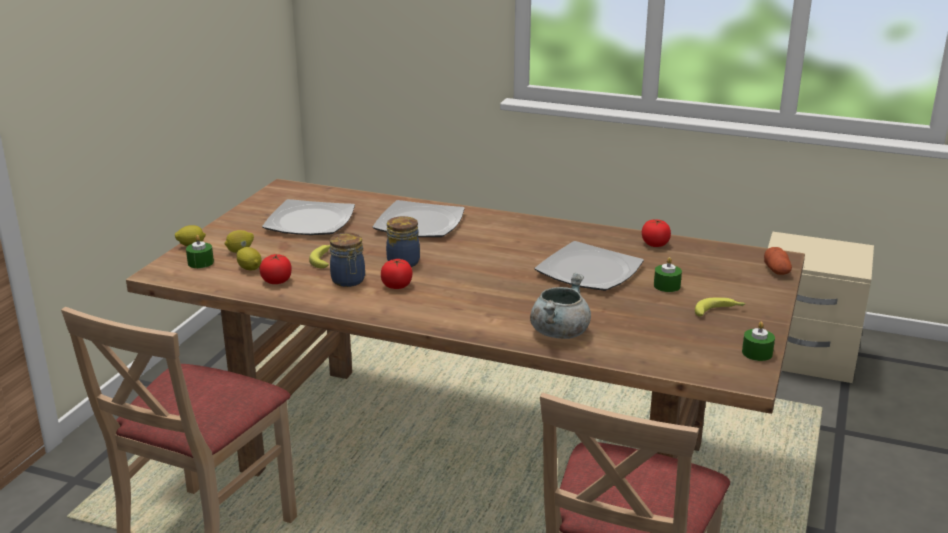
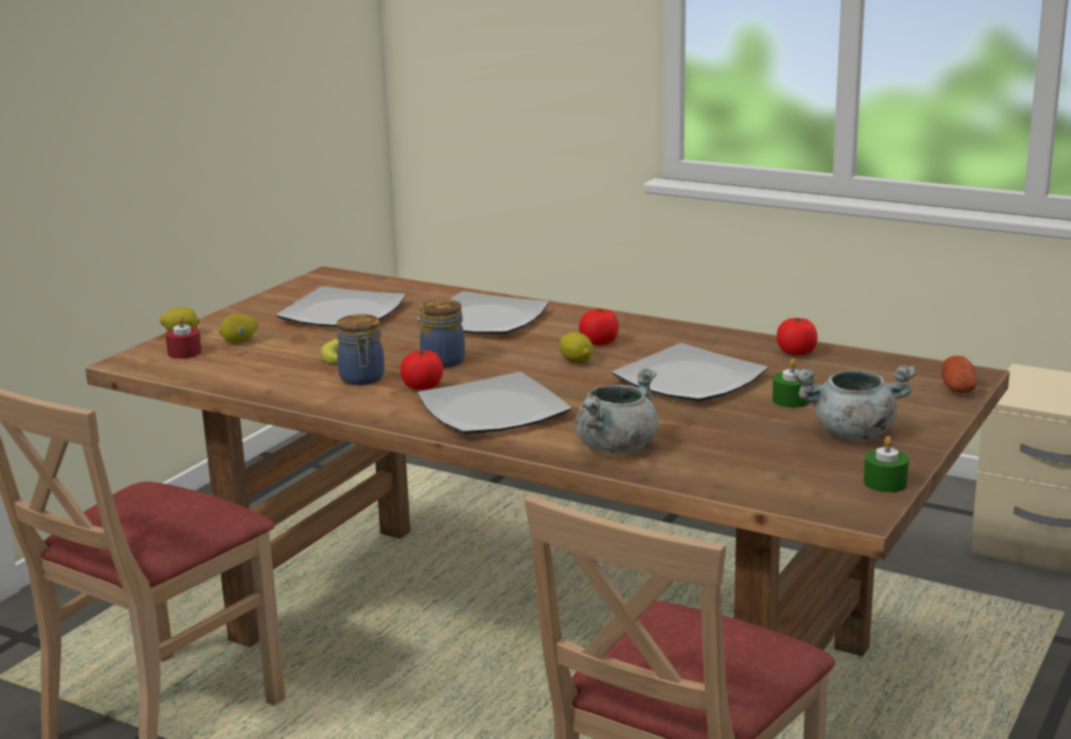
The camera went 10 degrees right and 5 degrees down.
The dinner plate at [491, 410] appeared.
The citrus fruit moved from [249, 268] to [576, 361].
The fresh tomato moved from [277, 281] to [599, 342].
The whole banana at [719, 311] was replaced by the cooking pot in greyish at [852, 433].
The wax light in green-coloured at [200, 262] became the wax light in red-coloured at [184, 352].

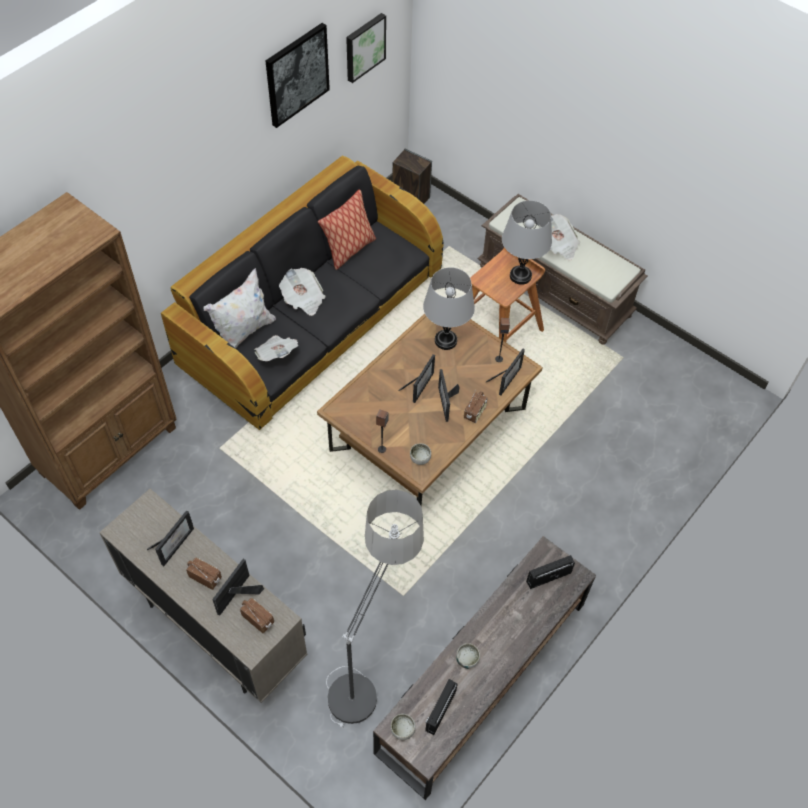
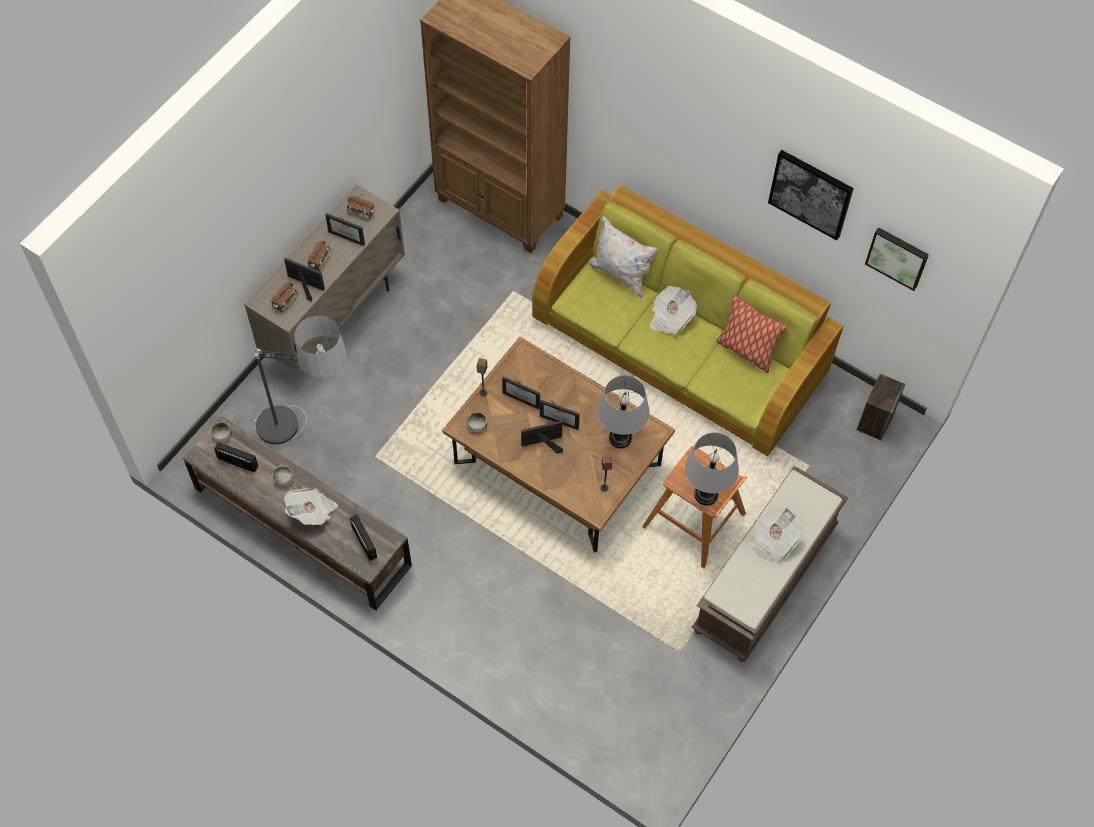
The camera went 85 degrees right and 5 degrees up.
The daily paper moved from [277, 354] to [312, 512].
The radio moved from [475, 412] to [361, 213].
The standing frame moved from [506, 378] to [523, 397].
The sofa in black at [312, 317] became the sofa in green-coloured at [681, 345].

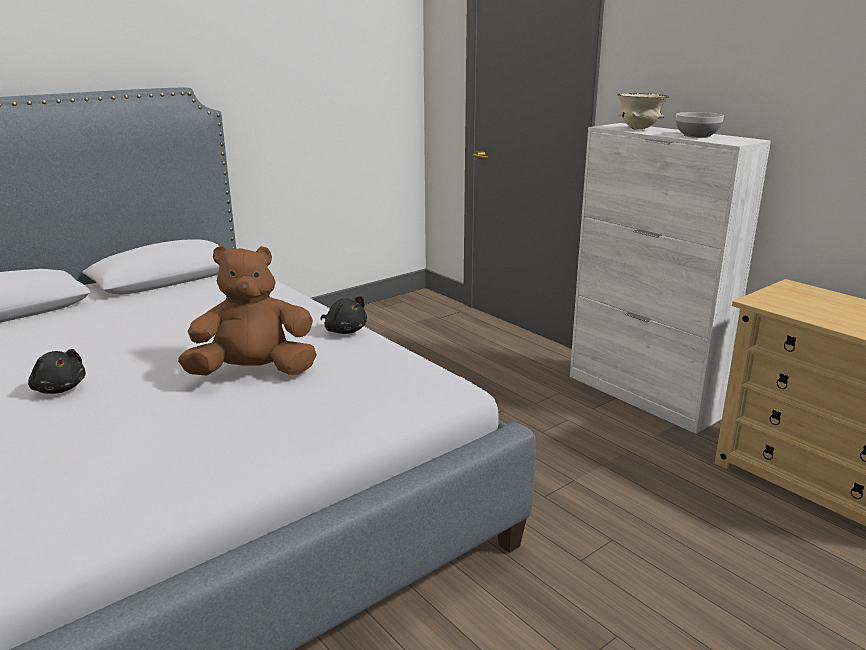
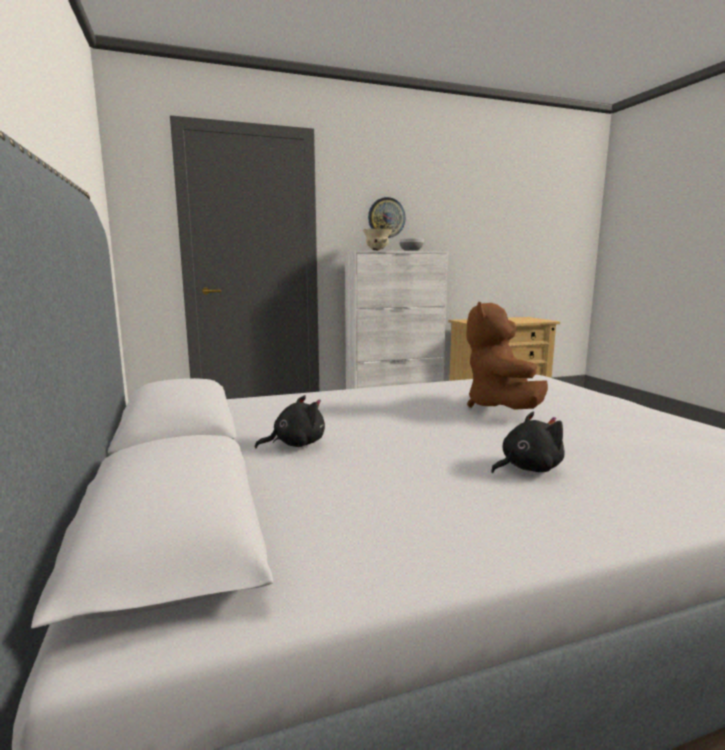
The camera went 70 degrees left and 10 degrees down.
The wall clock at [386, 218] appeared.
The cuddly toy in black moved from [344, 331] to [295, 444].

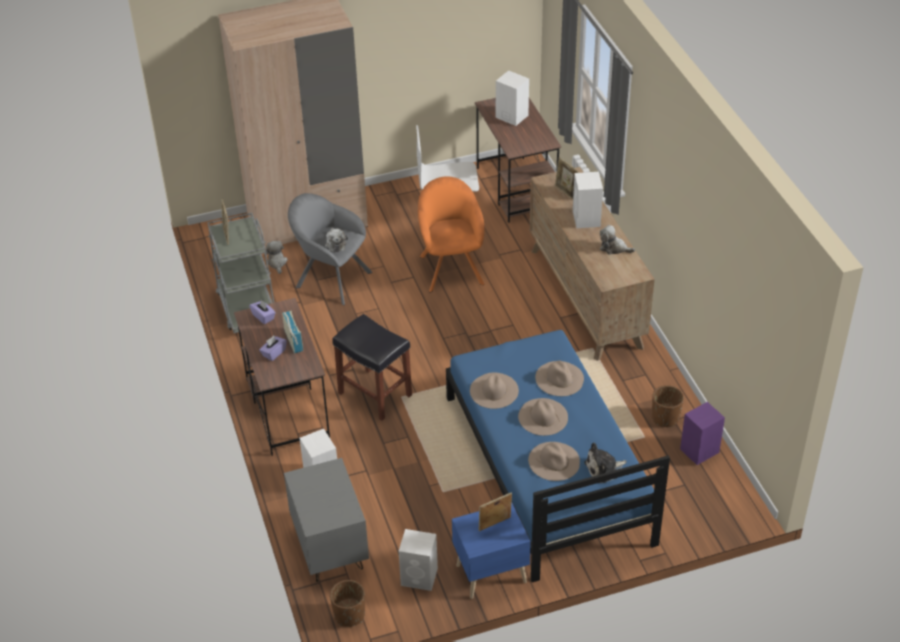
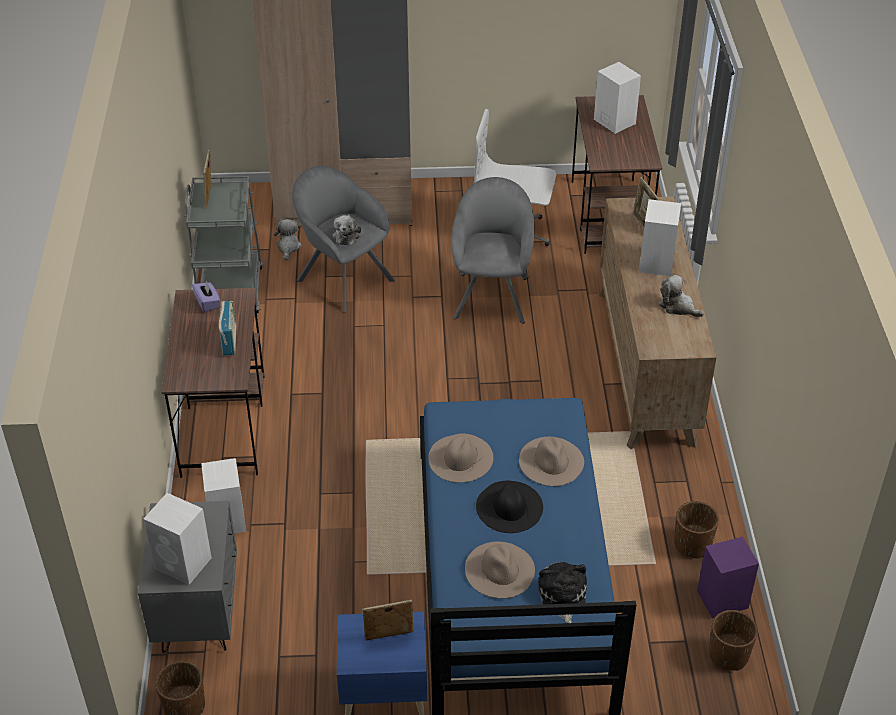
The camera went 15 degrees right and 0 degrees up.
The tissue box in purple at [273, 353] disappeared.
The stool seat in black at [376, 394] disappeared.
The planter in brown-coloured at [729, 655] appeared.
The speaker in white moved from [420, 577] to [184, 563].
The lounge chair in orange at [451, 267] became the lounge chair in greyish at [492, 293].
The hat in beige at [543, 416] became the hat in black at [509, 506].
The cuddly toy at [604, 469] turned 90 degrees clockwise.

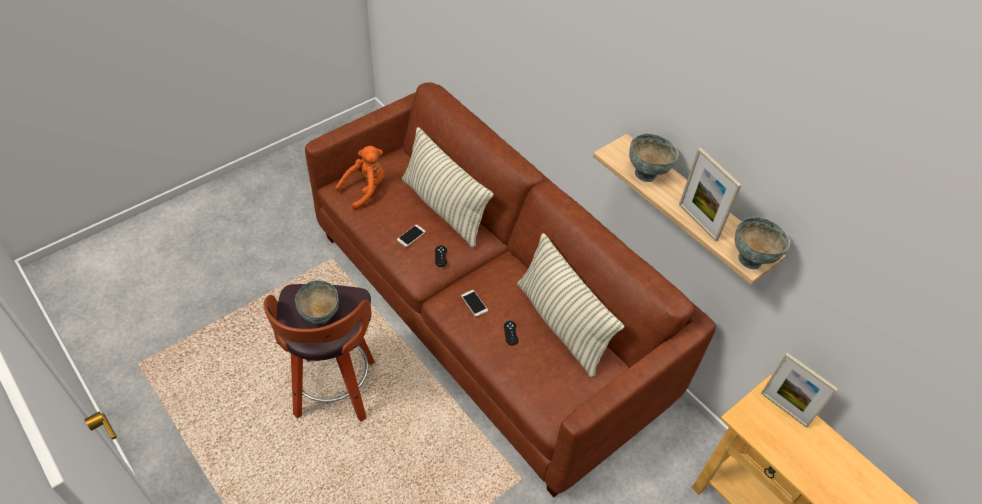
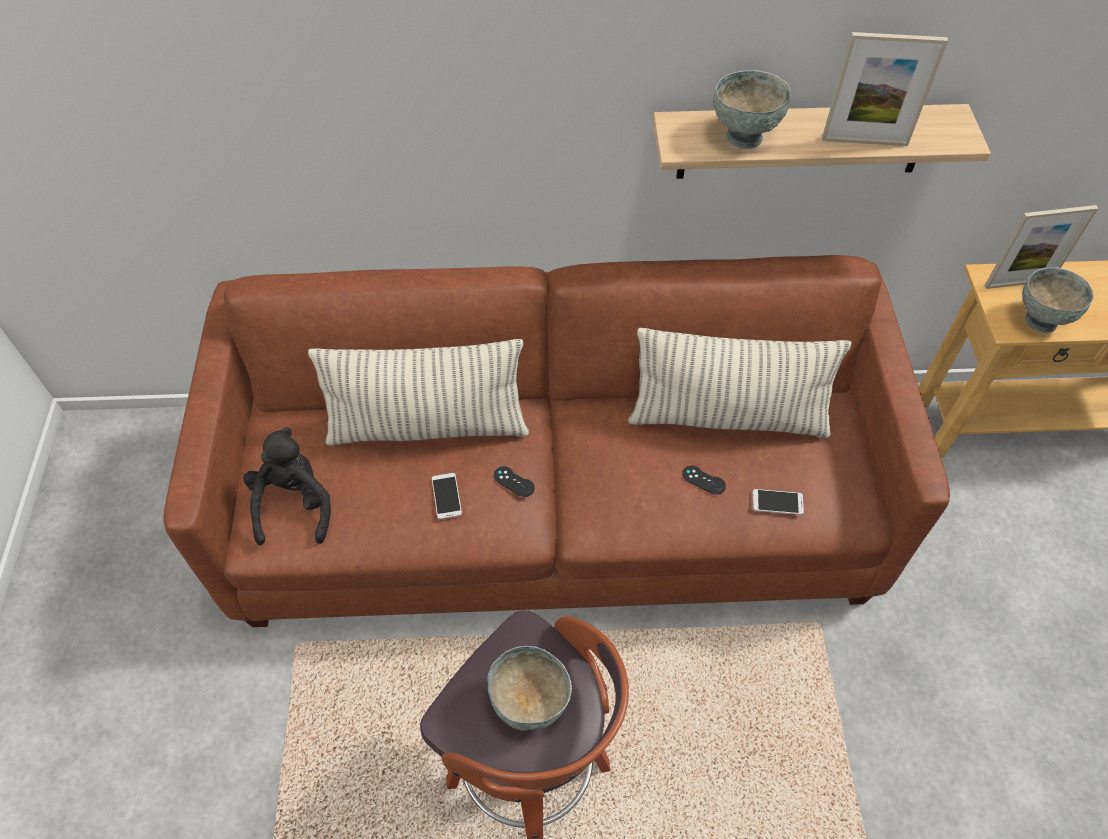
The camera went 50 degrees left and 5 degrees up.
The phone moved from [474, 303] to [777, 502].
The bowl in greyish moved from [751, 259] to [1040, 319].
The cuddly toy in orange at [365, 189] became the cuddly toy in black at [294, 505].

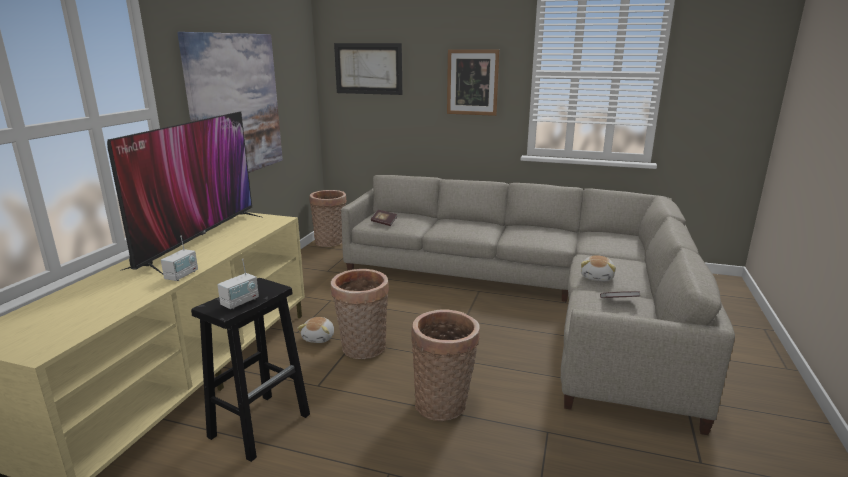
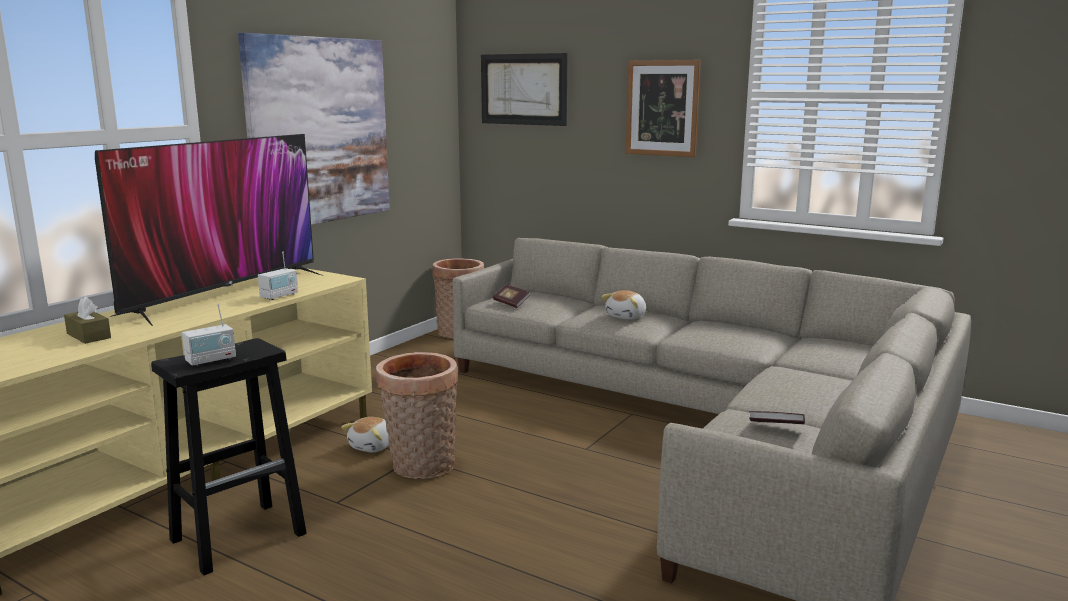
The camera went 15 degrees right and 5 degrees down.
The storage basket at [444, 404] disappeared.
The tissue box in brown-coloured at [88, 336] appeared.
The radio moved from [182, 275] to [279, 296].
The cuddly toy moved from [597, 277] to [627, 316].

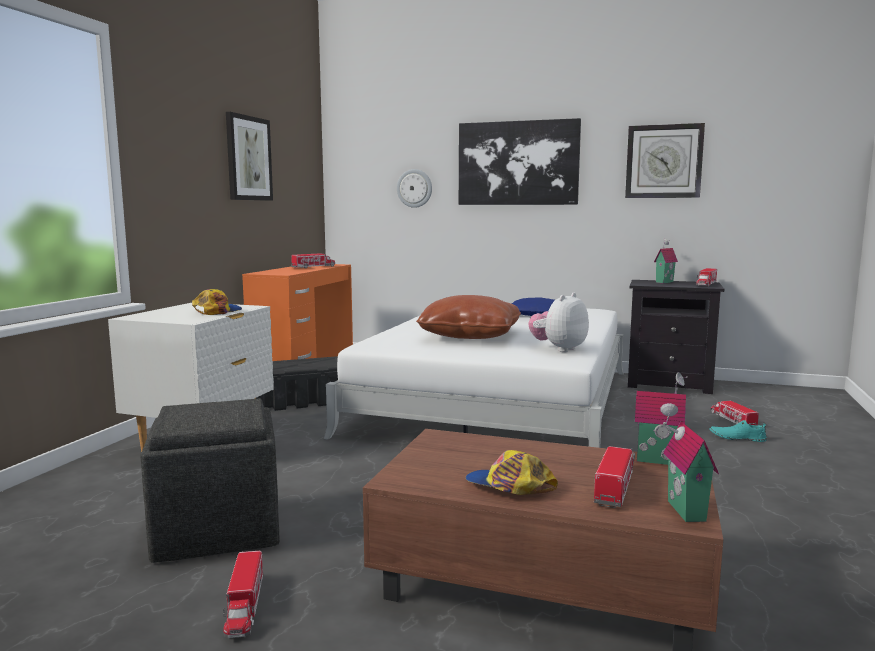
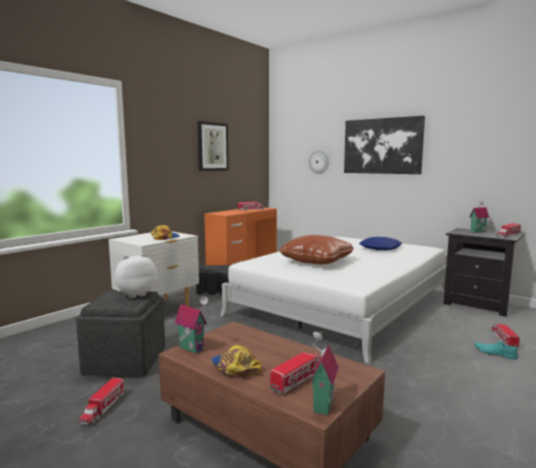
The camera went 20 degrees right and 0 degrees up.
The wall clock at [664, 161] disappeared.
The cuddly toy moved from [559, 349] to [135, 294].
The toy house moved from [657, 459] to [193, 347].

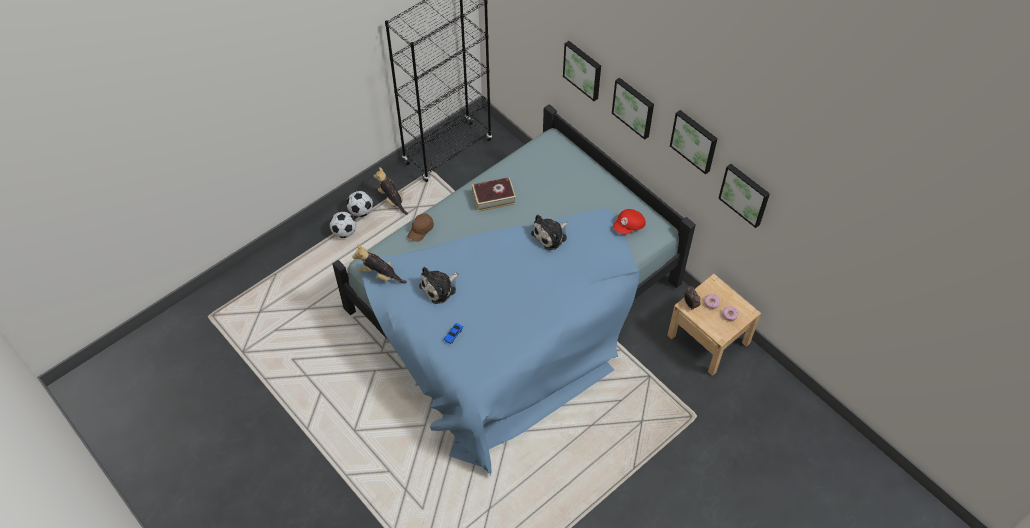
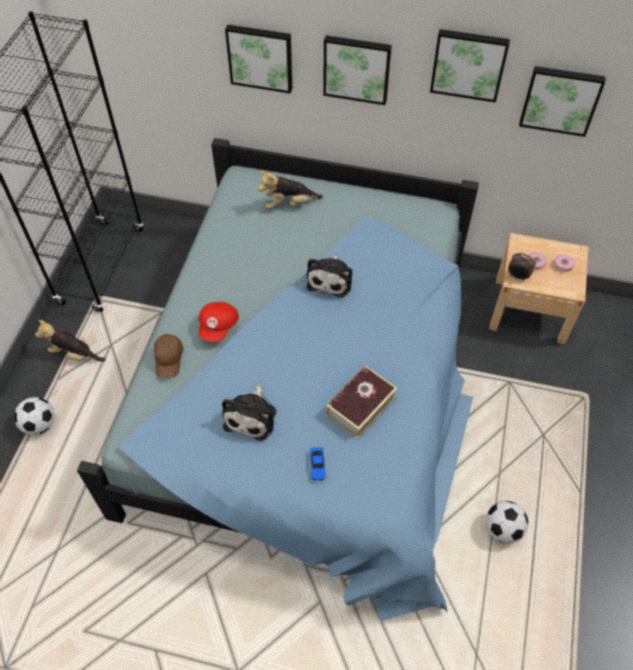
The camera went 35 degrees left and 0 degrees up.
The football moved from [361, 211] to [502, 529].
The cuddly toy moved from [380, 275] to [289, 204].
The bound book moved from [493, 197] to [360, 406].
The peaked cap in red-coloured moved from [629, 226] to [219, 327].

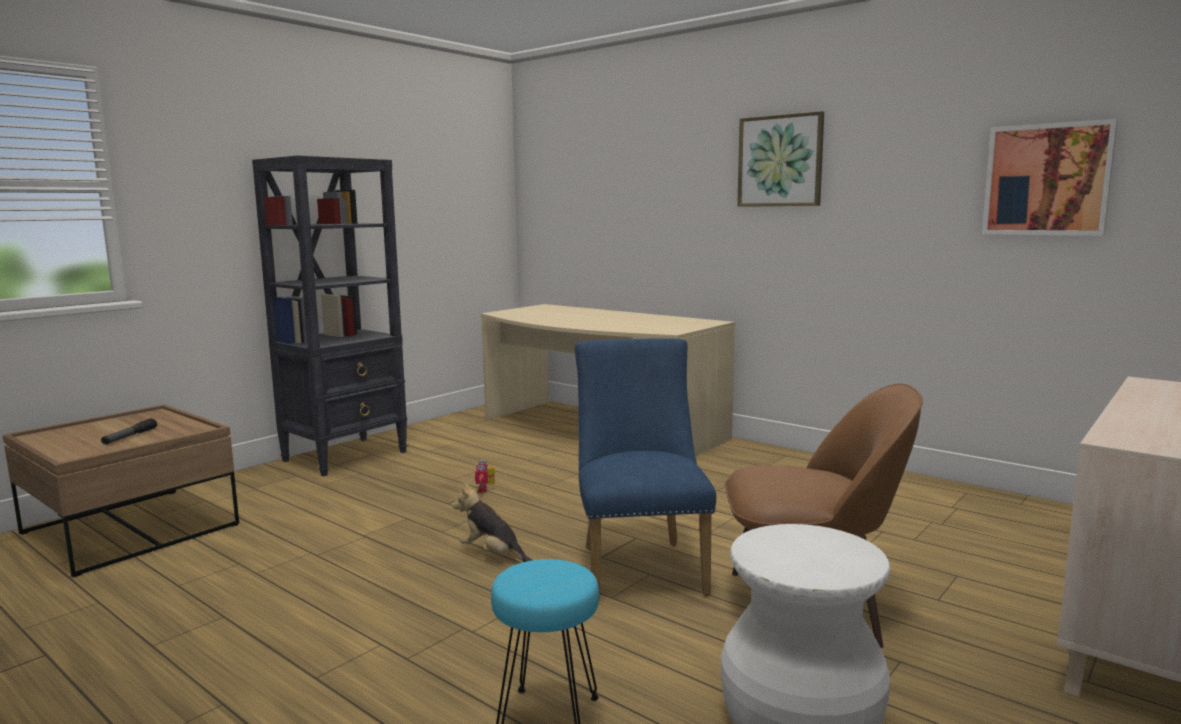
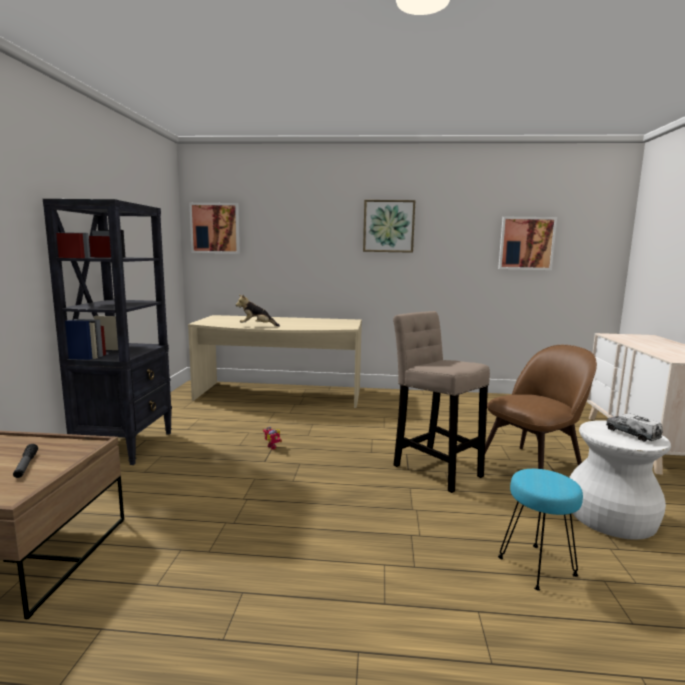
The camera went 35 degrees left and 0 degrees up.
The wall picture at [215, 228] appeared.
The toy truck at [632, 434] appeared.
The cuddly toy moved from [493, 555] to [257, 326].
The chair in bluish at [640, 565] was replaced by the stool seat in beige at [434, 468].

